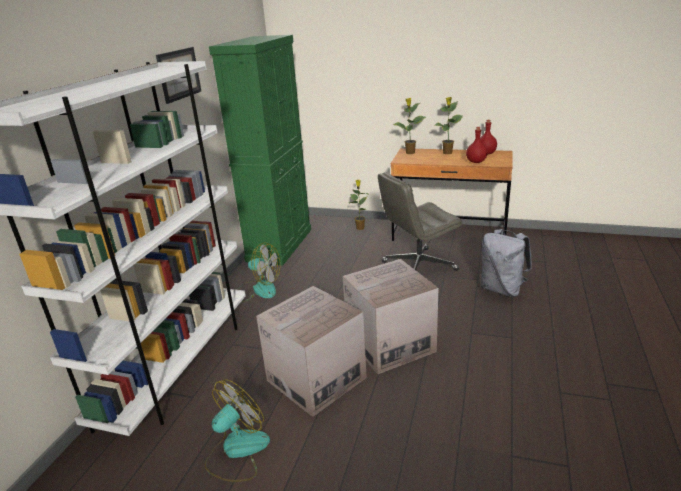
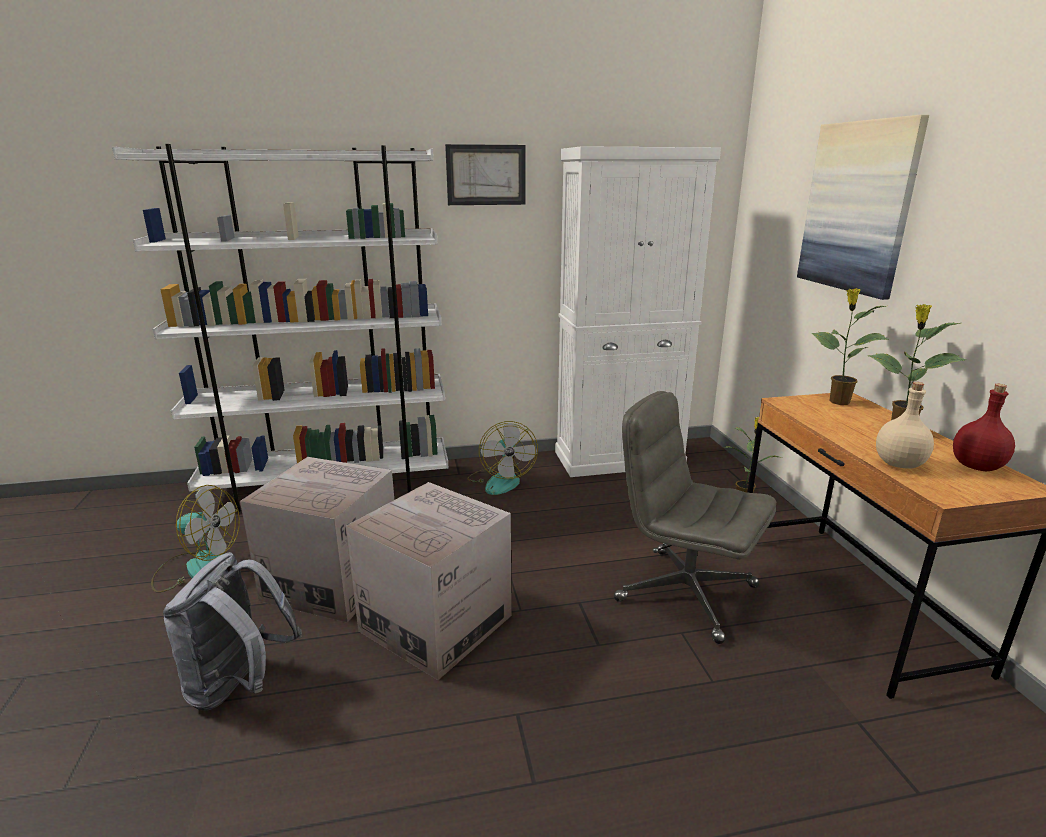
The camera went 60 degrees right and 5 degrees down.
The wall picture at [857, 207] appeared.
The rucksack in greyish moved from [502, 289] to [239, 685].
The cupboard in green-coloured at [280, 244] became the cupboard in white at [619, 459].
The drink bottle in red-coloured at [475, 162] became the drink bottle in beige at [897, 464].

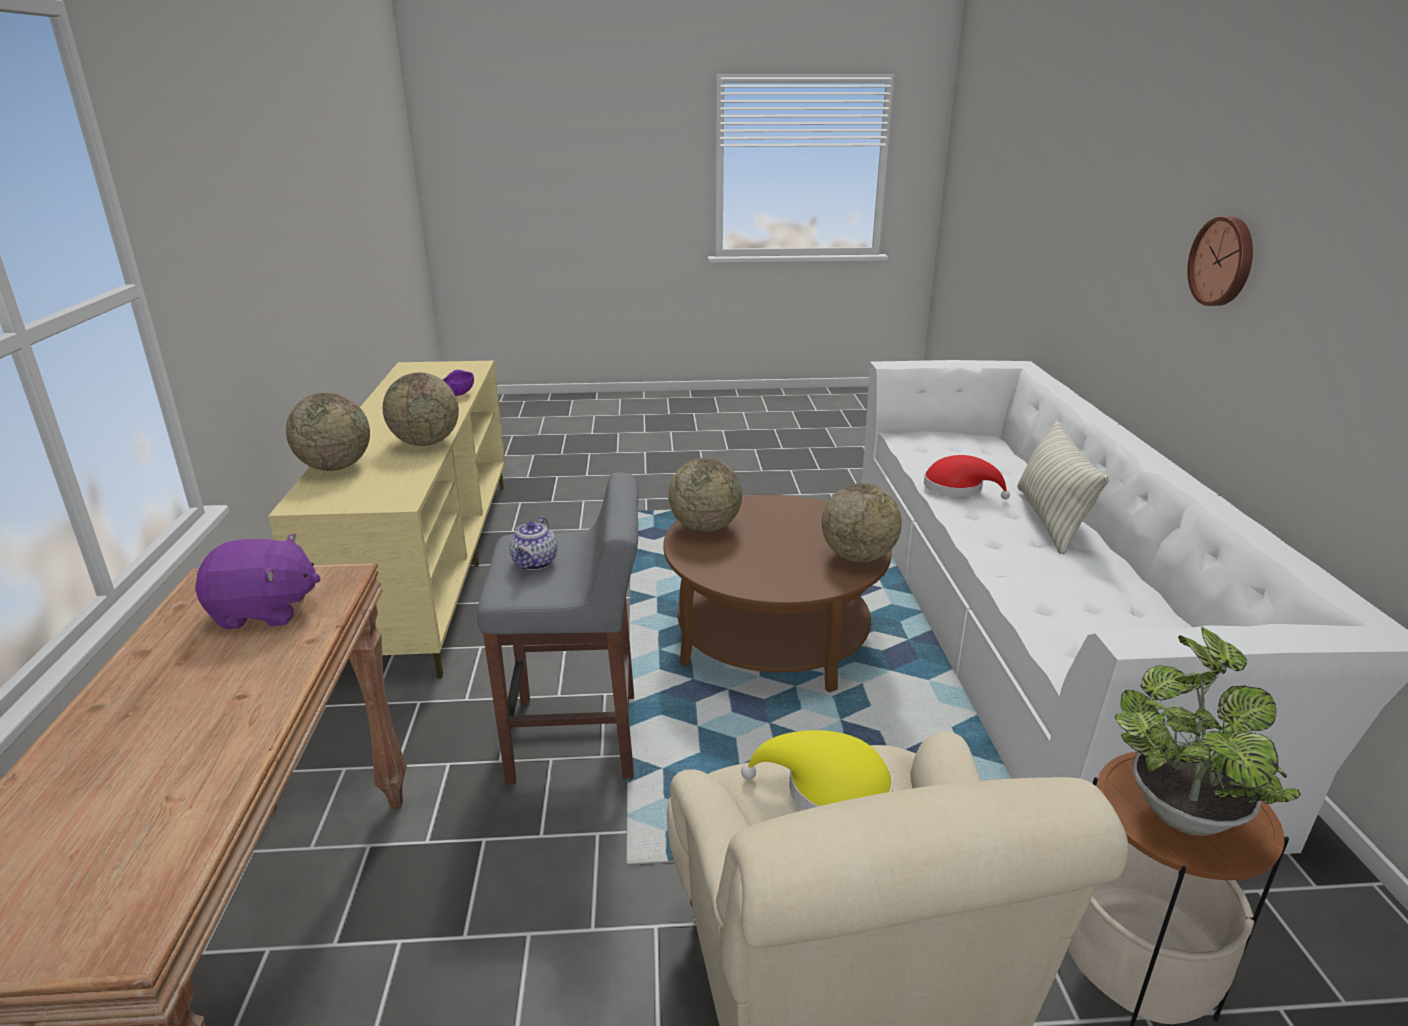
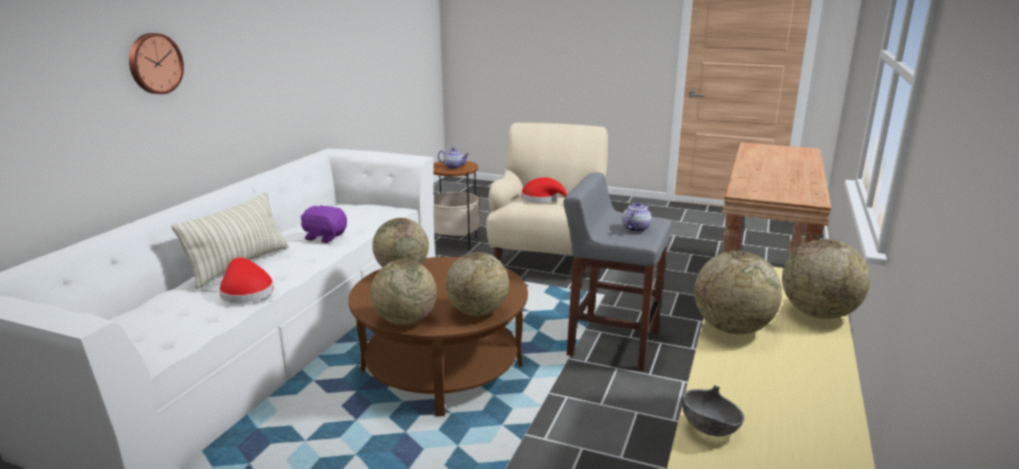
The camera went 155 degrees left and 5 degrees down.
The desk globe at [405, 320] appeared.
The cuddly toy in purple moved from [265, 611] to [325, 237].
The plant in a pot at [1182, 807] was replaced by the pot for tea at [454, 167].
The bowl in purple at [457, 394] became the bowl in greyish at [710, 429].
The hat in yellow at [829, 790] became the hat in red-coloured at [542, 199].

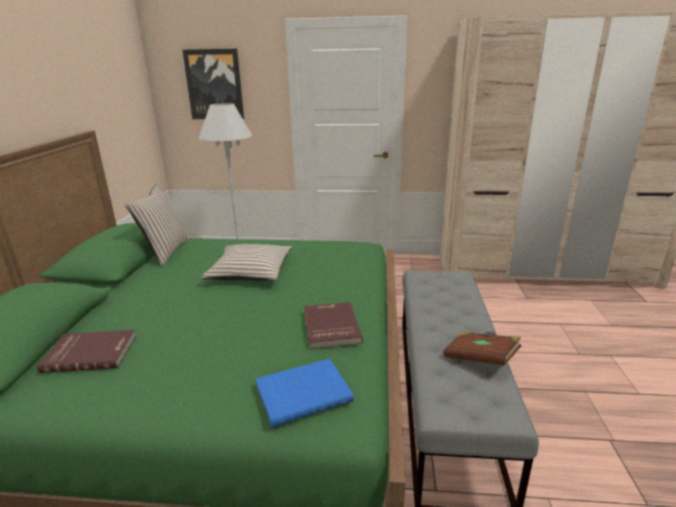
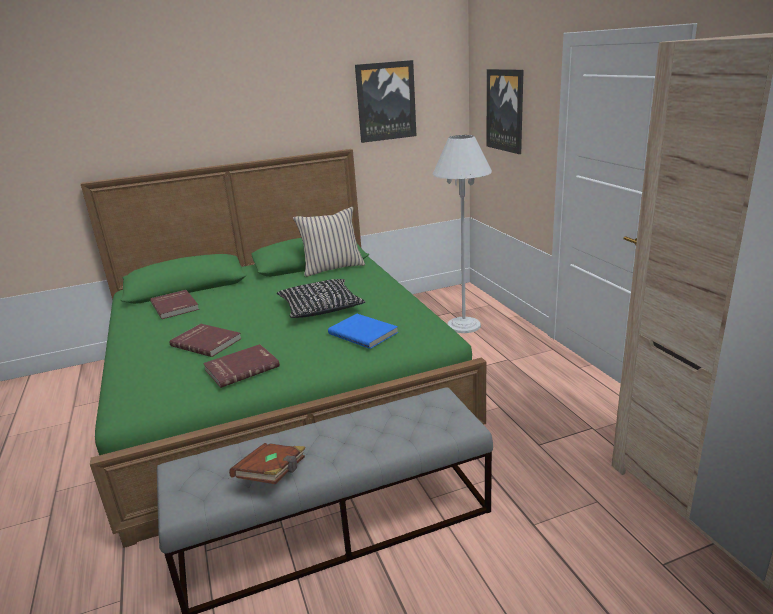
The camera went 65 degrees right and 0 degrees up.
The bound book in red-coloured at [207, 342] appeared.
The wall picture at [386, 101] appeared.
The bound book in bluish moved from [303, 393] to [364, 333].
The throw pillow in beige at [250, 271] became the throw pillow in black at [320, 307].

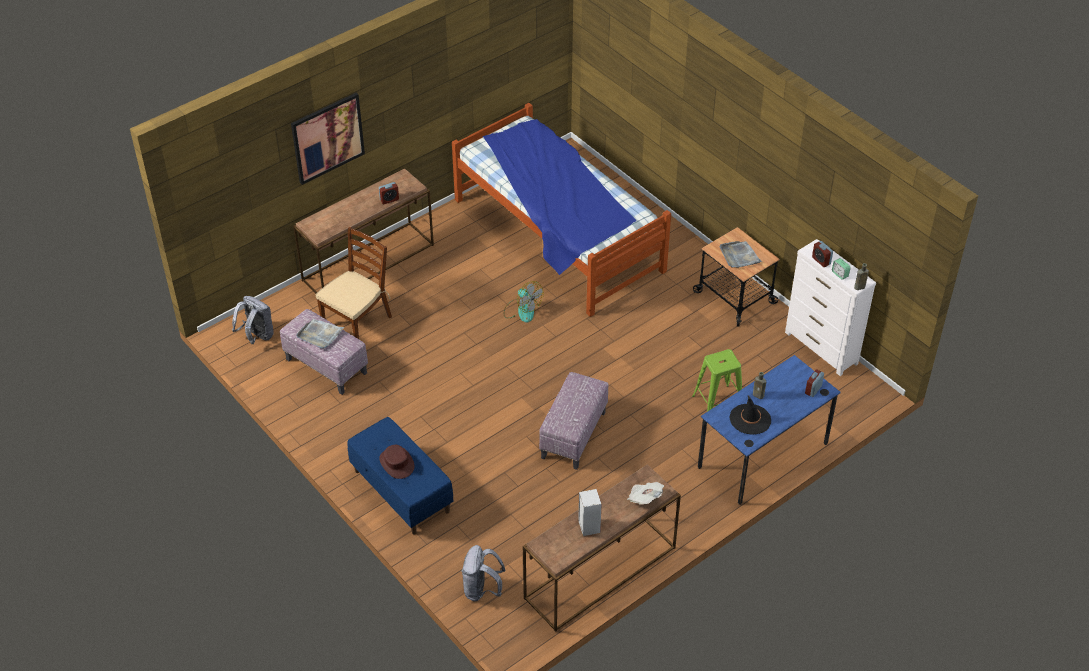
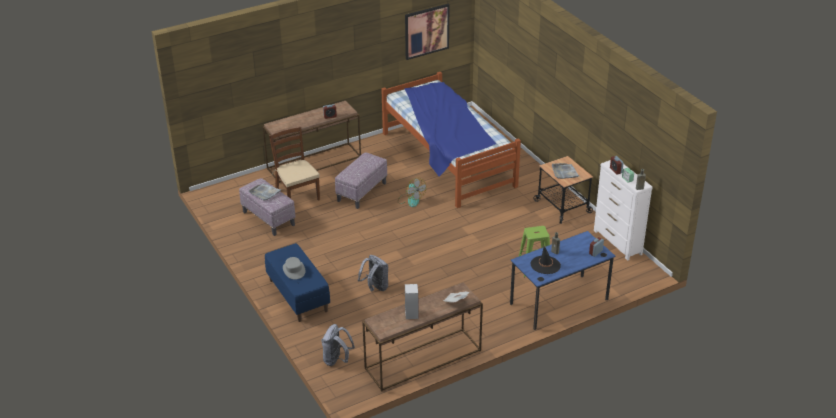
The camera went 10 degrees right and 10 degrees down.
The rucksack in greyish moved from [257, 336] to [375, 287].
The wall picture moved from [327, 138] to [426, 31].
The ottoman moved from [573, 434] to [361, 192].
The hat in brown-coloured at [396, 463] became the hat in greyish at [294, 270].
The chair in brown-coloured at [357, 321] turned 75 degrees counterclockwise.

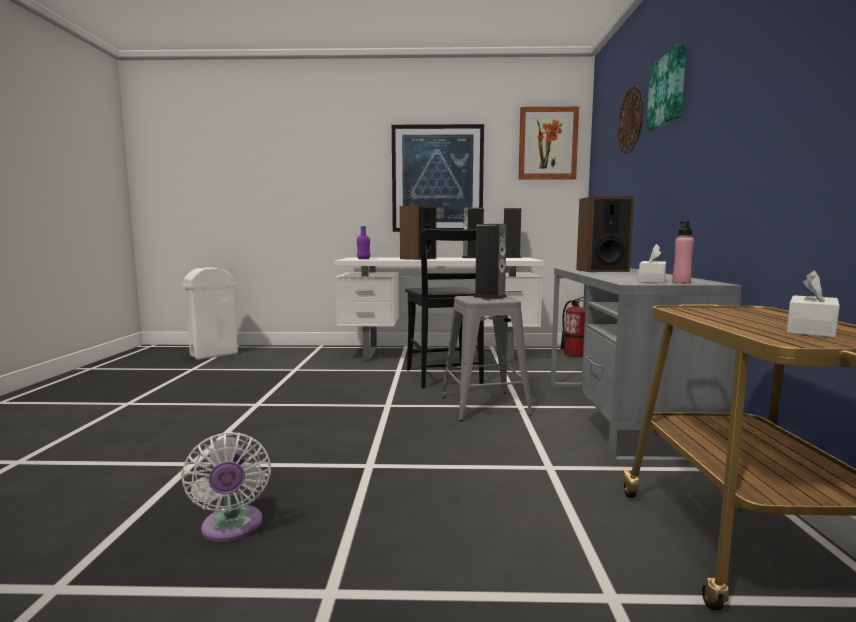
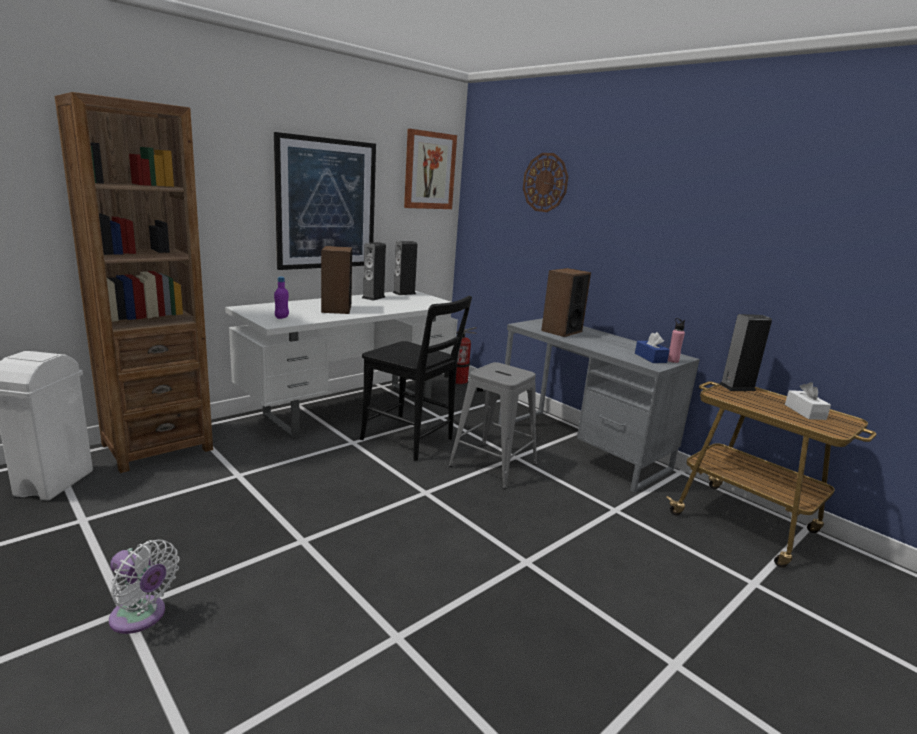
The camera went 45 degrees left and 10 degrees up.
The wall picture at [668, 90] disappeared.
The shelving unit in brown-coloured at [157, 447] appeared.
The electric fan in white moved from [232, 528] to [141, 617].
The speaker moved from [490, 297] to [737, 387].
The tissue box in white at [652, 281] became the tissue box in bluish at [650, 358].

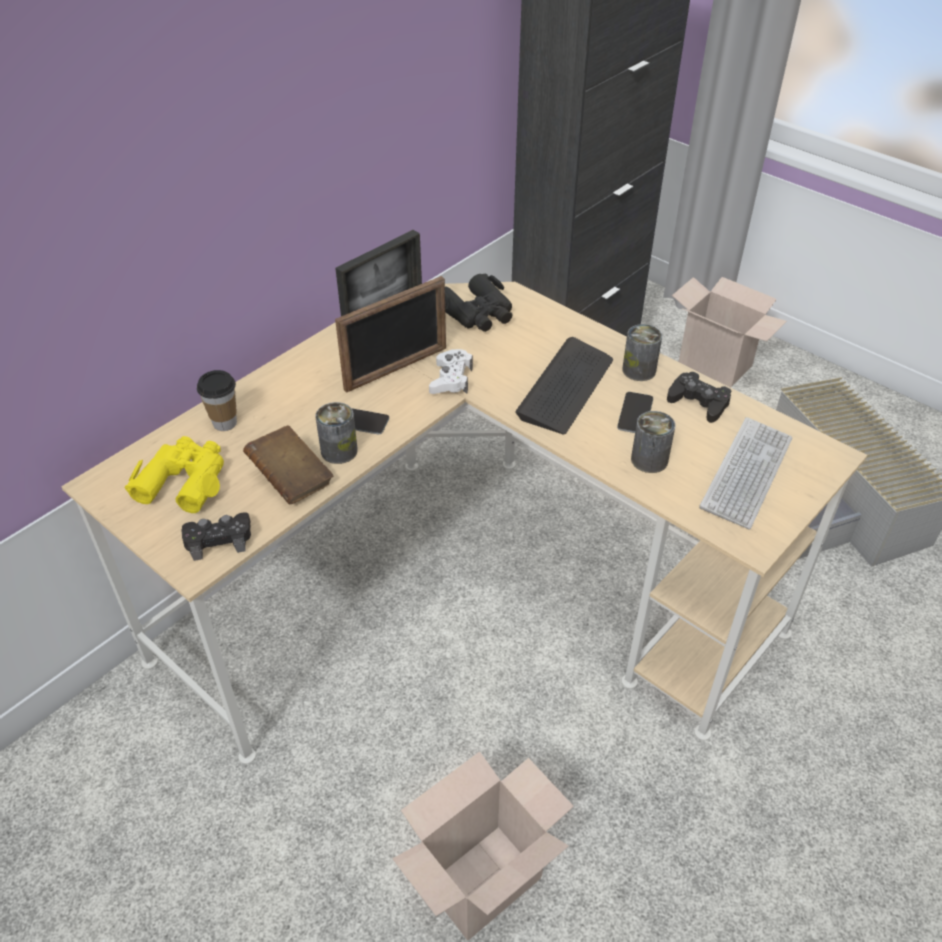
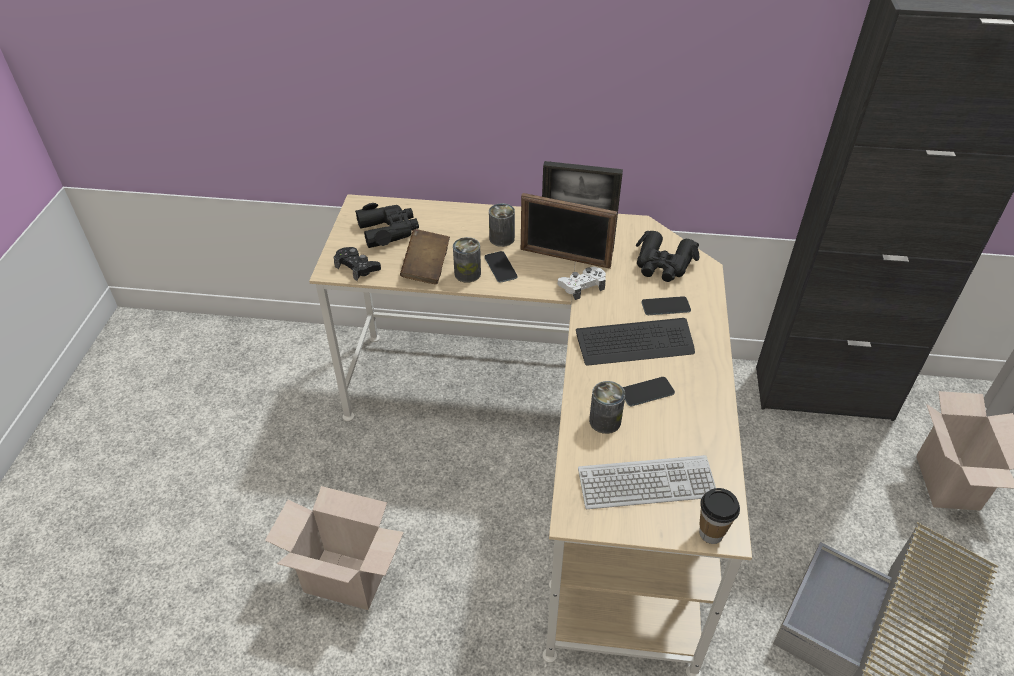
The camera went 55 degrees right and 0 degrees up.
The game controller in black at [698, 402] disappeared.
The phone at [665, 306] appeared.
The small cup moved from [225, 423] to [711, 533].
The metal can moved from [639, 370] to [501, 238].
The binoculars in yellow at [184, 480] became the binoculars in black at [388, 230].

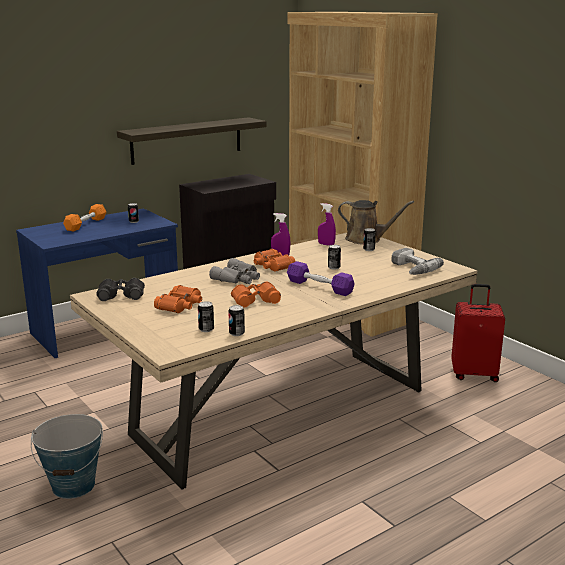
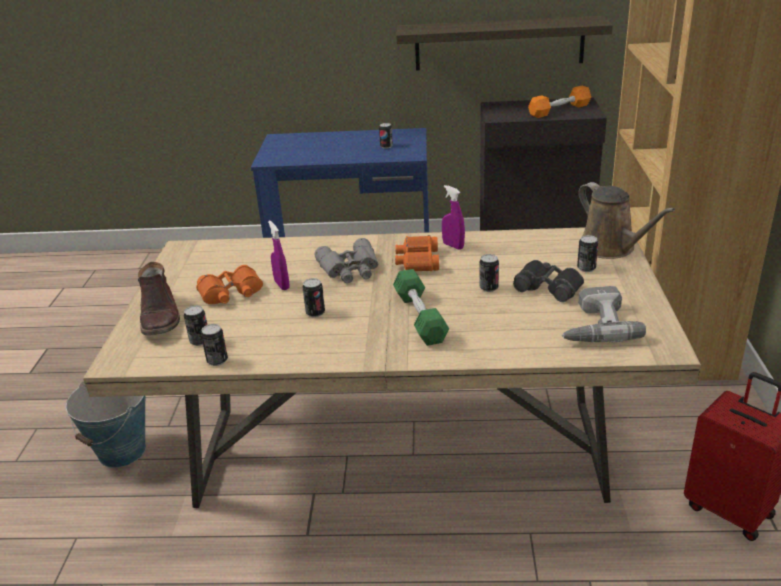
The camera went 40 degrees right and 10 degrees up.
The tall boot in brown-coloured at [160, 316] appeared.
The free weight in orange moved from [86, 224] to [559, 110].
The binoculars in black moved from [121, 295] to [548, 287].
The sprayer in purple moved from [326, 244] to [282, 285].
The binoculars in orange at [255, 300] was replaced by the metal can at [315, 313].
The free weight in purple at [320, 287] became the free weight in green-coloured at [420, 317].

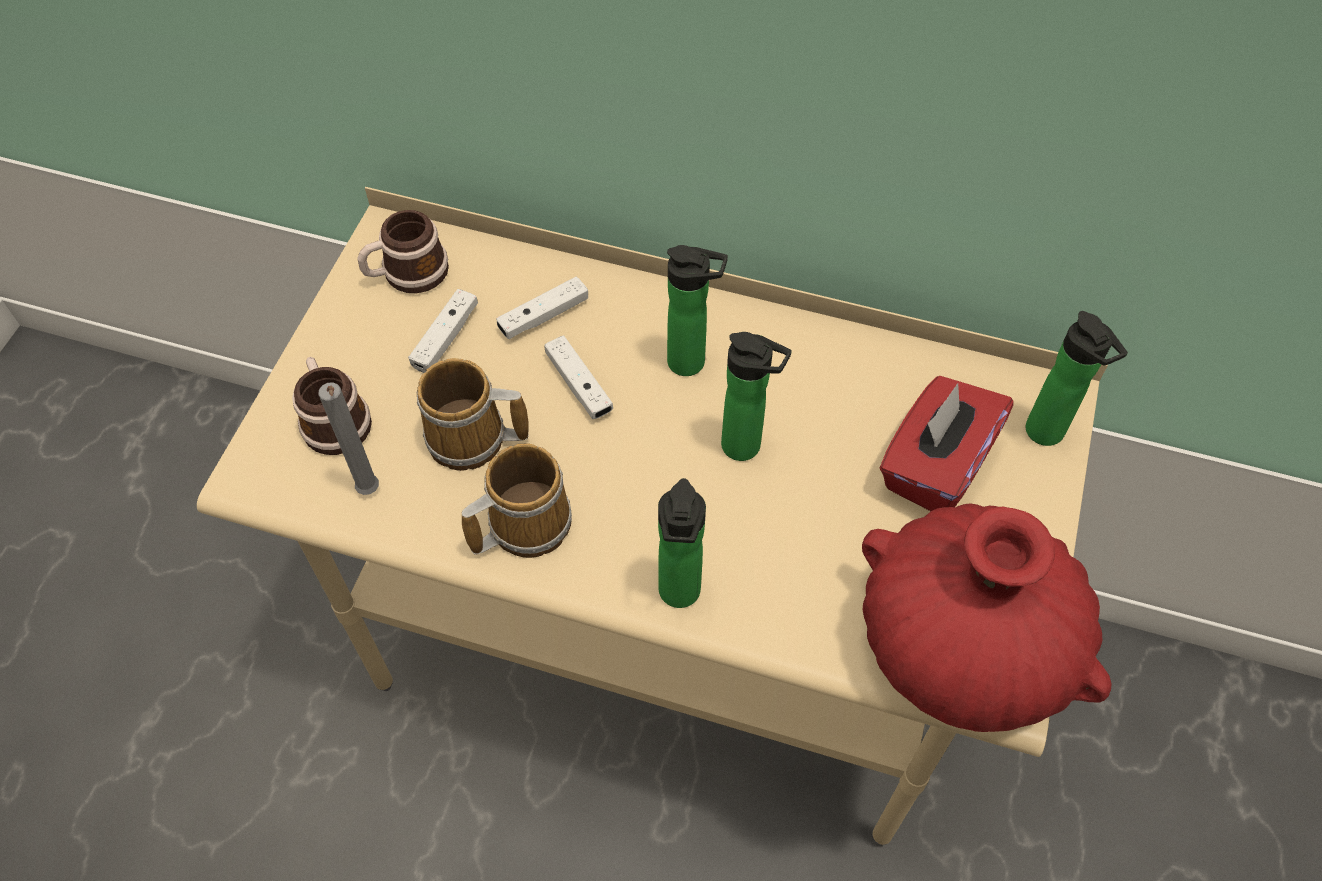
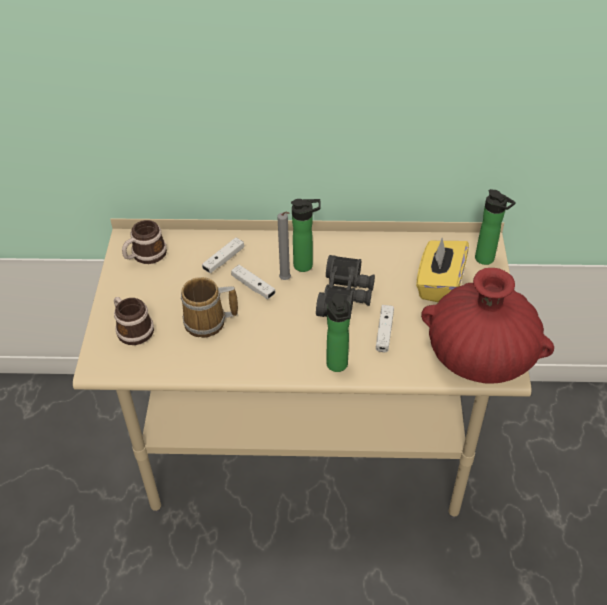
The camera went 15 degrees left and 10 degrees down.
The mug at [523, 523] disappeared.
The wax light in greyish moved from [370, 493] to [286, 280].
The game controller in white moved from [445, 338] to [384, 332].
The drink bottle at [747, 447] was replaced by the binoculars in black at [347, 296].
The tissue box in red-coloured at [935, 466] became the tissue box in yellow at [439, 284].

